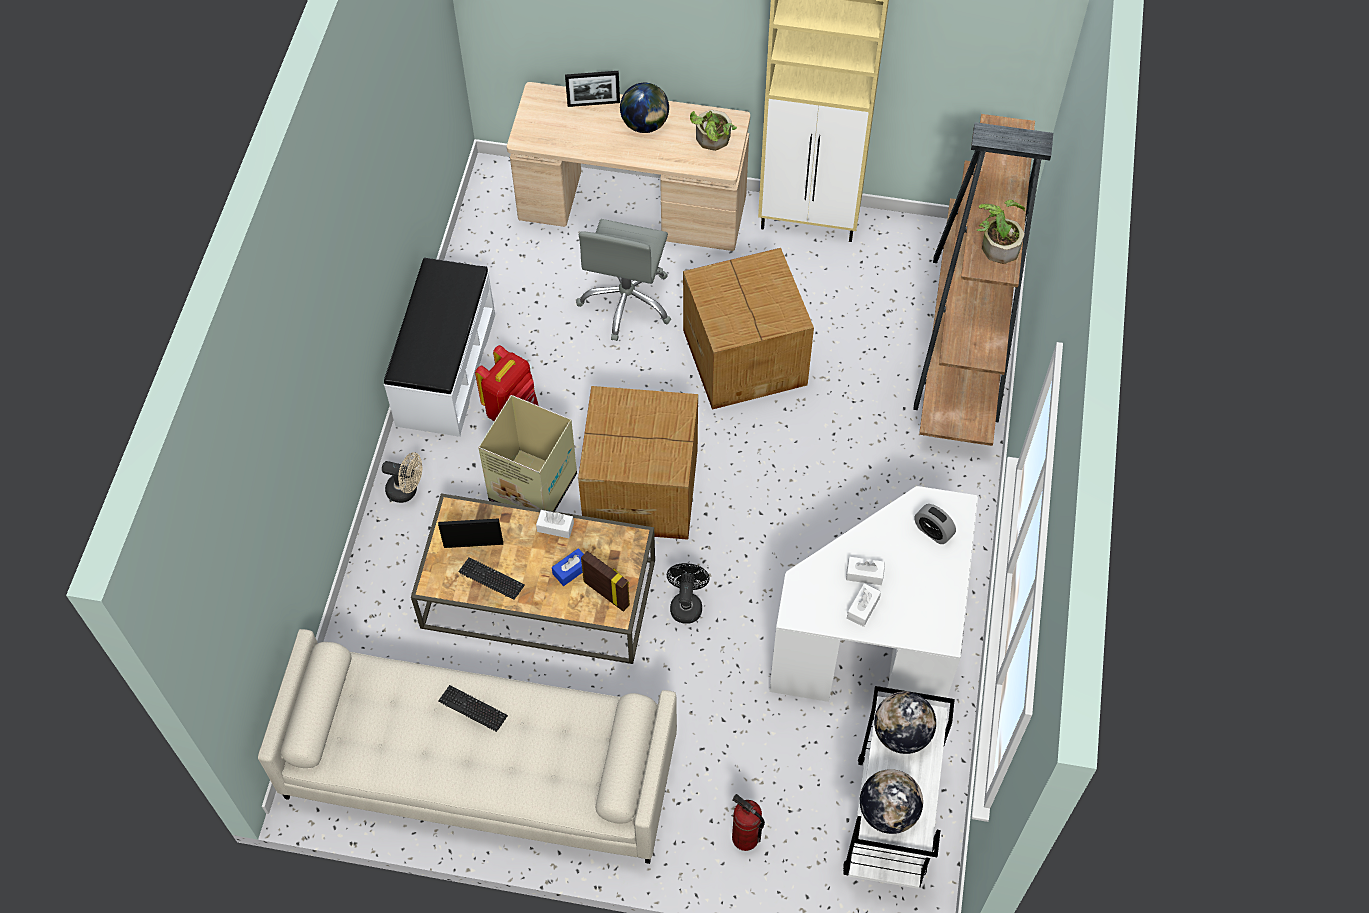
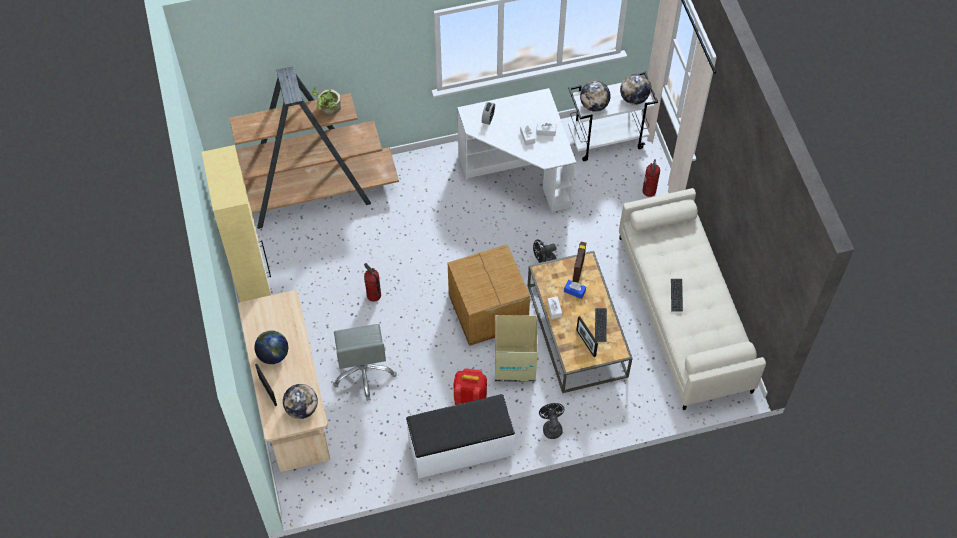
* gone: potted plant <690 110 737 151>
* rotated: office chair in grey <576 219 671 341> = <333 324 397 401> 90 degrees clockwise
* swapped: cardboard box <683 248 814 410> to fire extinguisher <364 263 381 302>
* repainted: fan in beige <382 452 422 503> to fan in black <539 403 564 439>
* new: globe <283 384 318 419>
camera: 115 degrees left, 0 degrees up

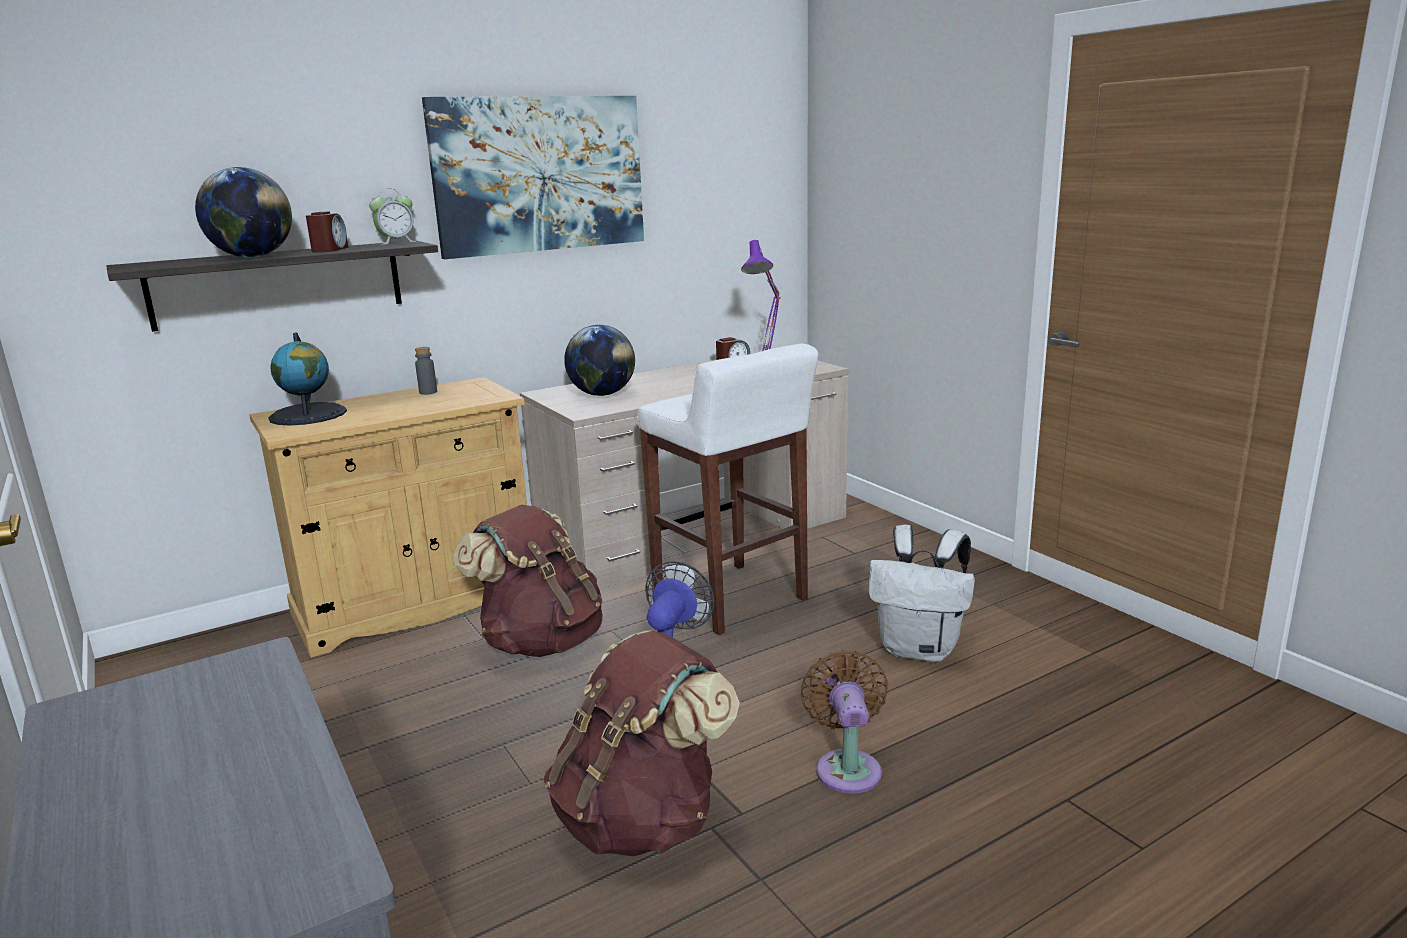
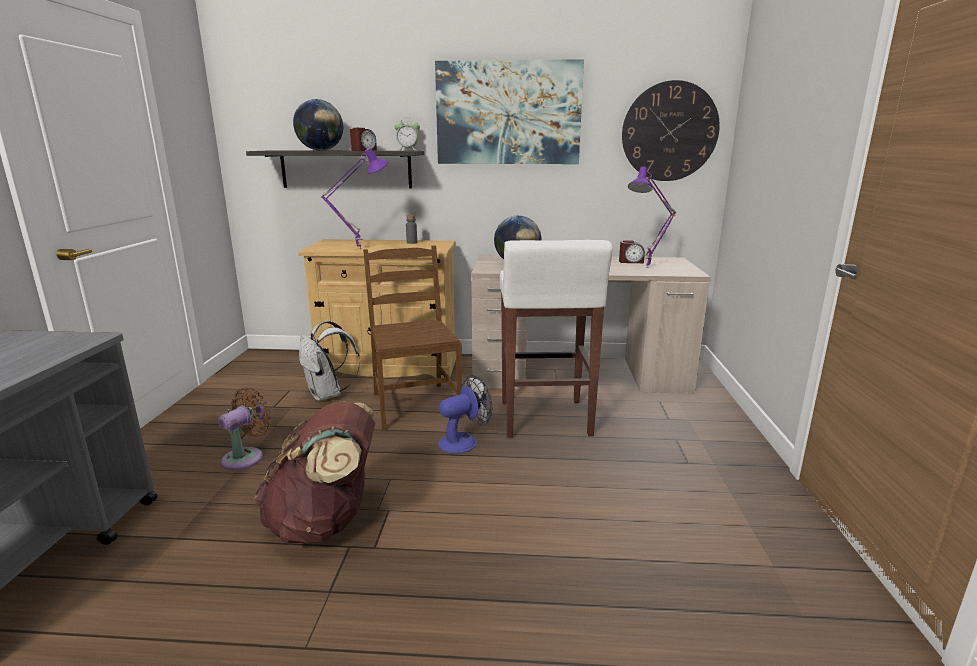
* gone: globe <268 332 347 425>
* swapped: backpack in brown <454 505 603 657> to chair in brown <363 245 462 430>
* shifted: backpack in white <868 525 975 662> to <299 321 360 401>
* shifted: fan in brown <801 650 889 794> to <218 387 271 470>
* new: wall clock <622 80 720 181>
* new: table lamp in purple <321 148 388 249>
camera: 35 degrees right, 0 degrees up

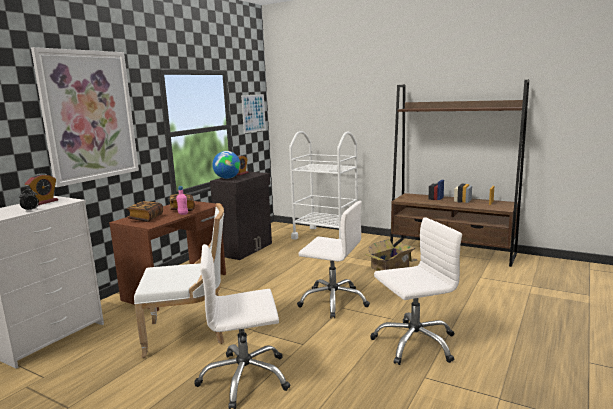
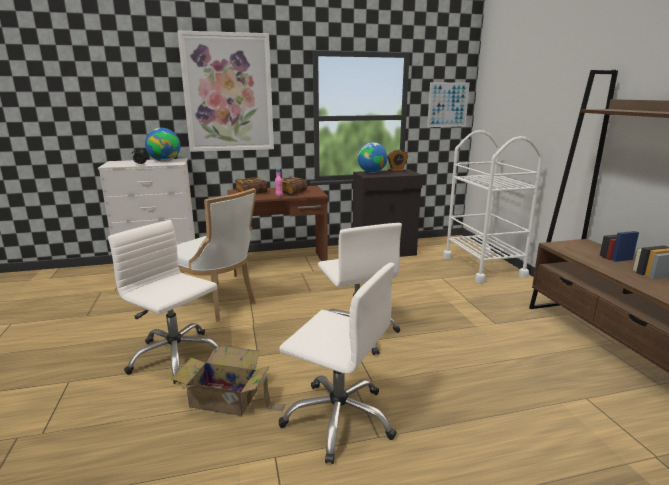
* swapped: alarm clock <25 174 58 205> to globe <145 128 180 162>
* shifted: cardboard box <365 239 417 271> to <171 346 286 416>
camera: 45 degrees right, 5 degrees up

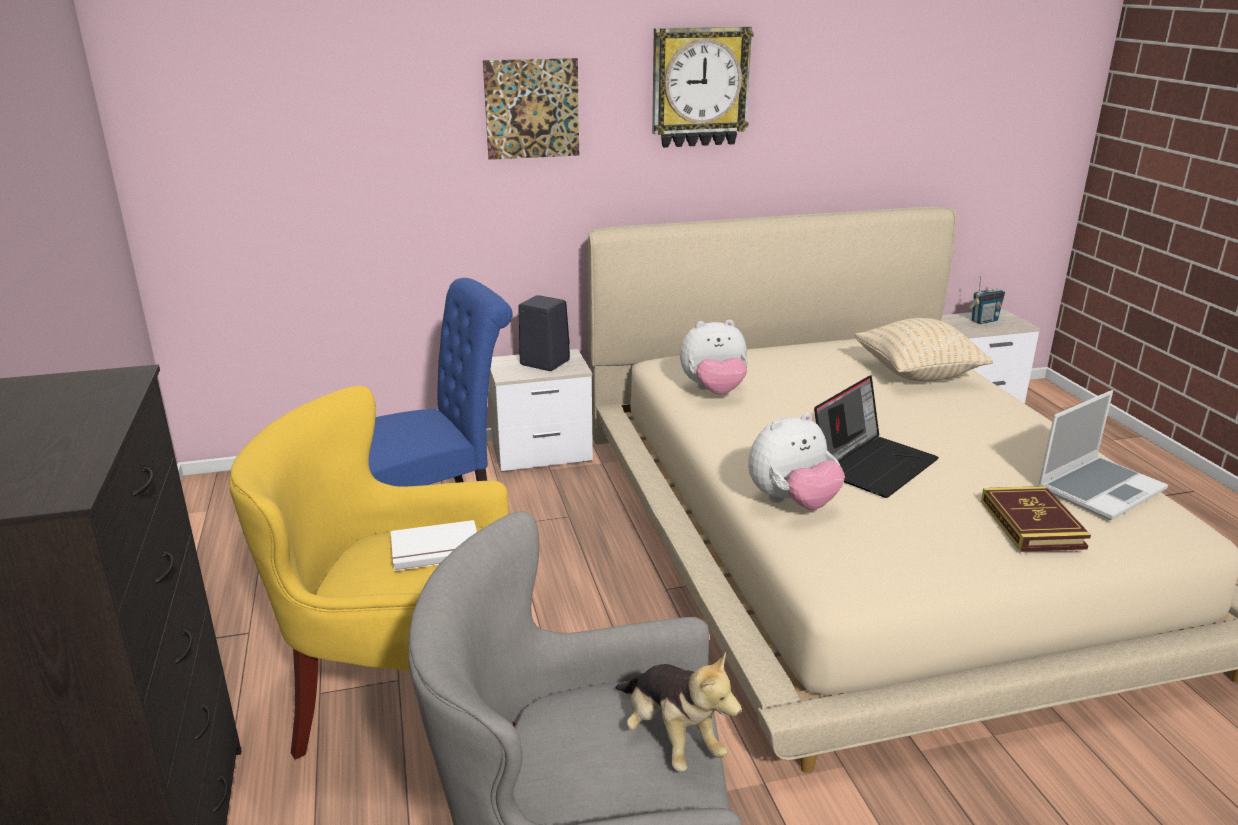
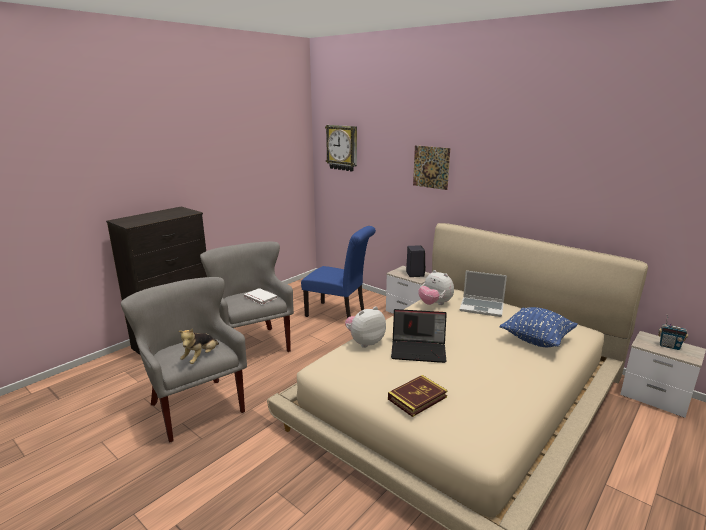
* shifted: wall clock <652 27 754 148> to <325 125 357 171>
* repainted: pillow in beige <854 318 993 381> to pillow in blue <500 307 578 347>
* repainted: armchair in yellow <229 385 509 760> to armchair in grey <200 242 294 352>
* shifted: laptop <1038 390 1168 521> to <460 271 507 317>
* rotated: plush toy <748 413 845 510> = <345 307 386 348> 120 degrees clockwise
camera: 55 degrees right, 5 degrees down

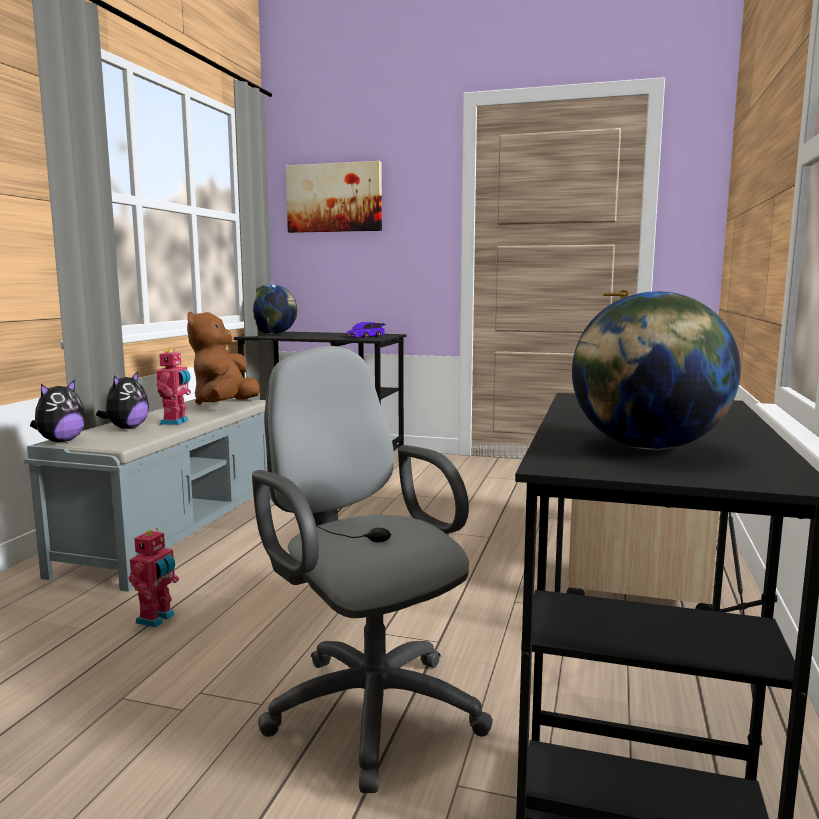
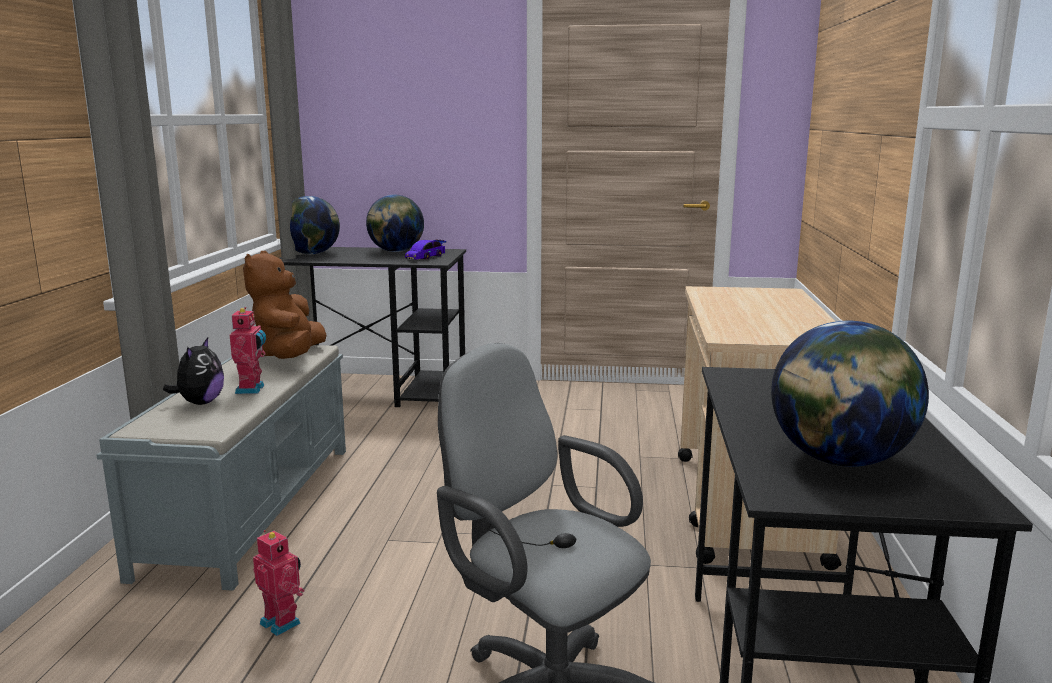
* gone: picture <286 161 382 233>
* gone: plush toy <30 379 86 442>
* rotated: toy robot <129 528 179 627> = <253 530 305 636> 60 degrees counterclockwise
* new: globe <366 195 424 252>
camera: 10 degrees left, 5 degrees up

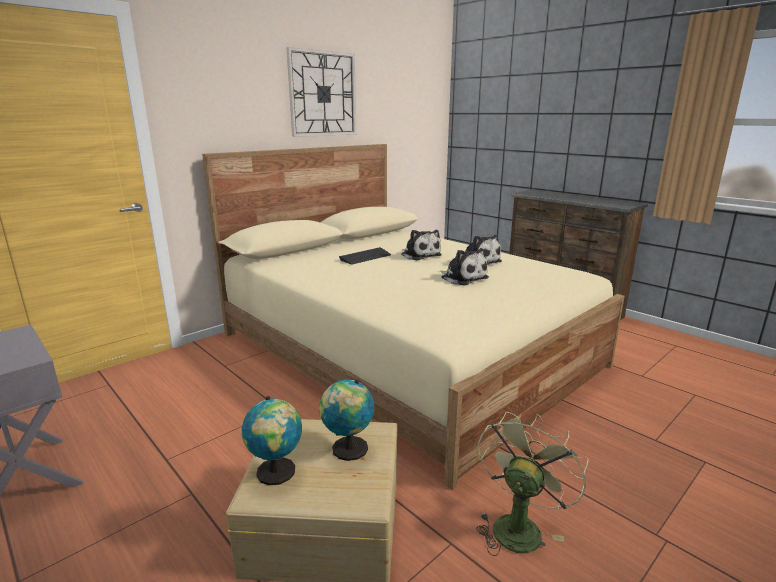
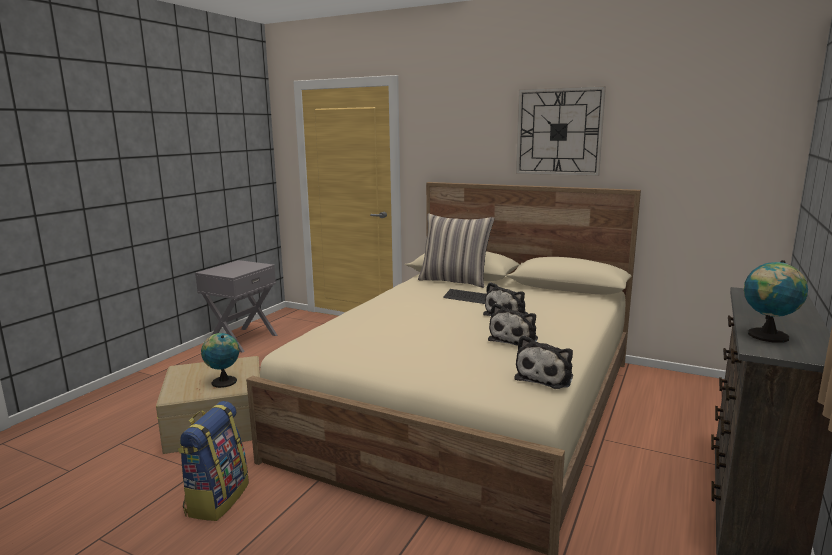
* shifted: plush toy <438 248 489 286> to <514 335 573 389>
* shifted: globe <242 396 302 485> to <744 260 808 343>
* swapped: fan in green <476 412 588 556> to backpack <178 401 249 521>
* new: pillow <418 213 494 288>
camera: 70 degrees right, 5 degrees down

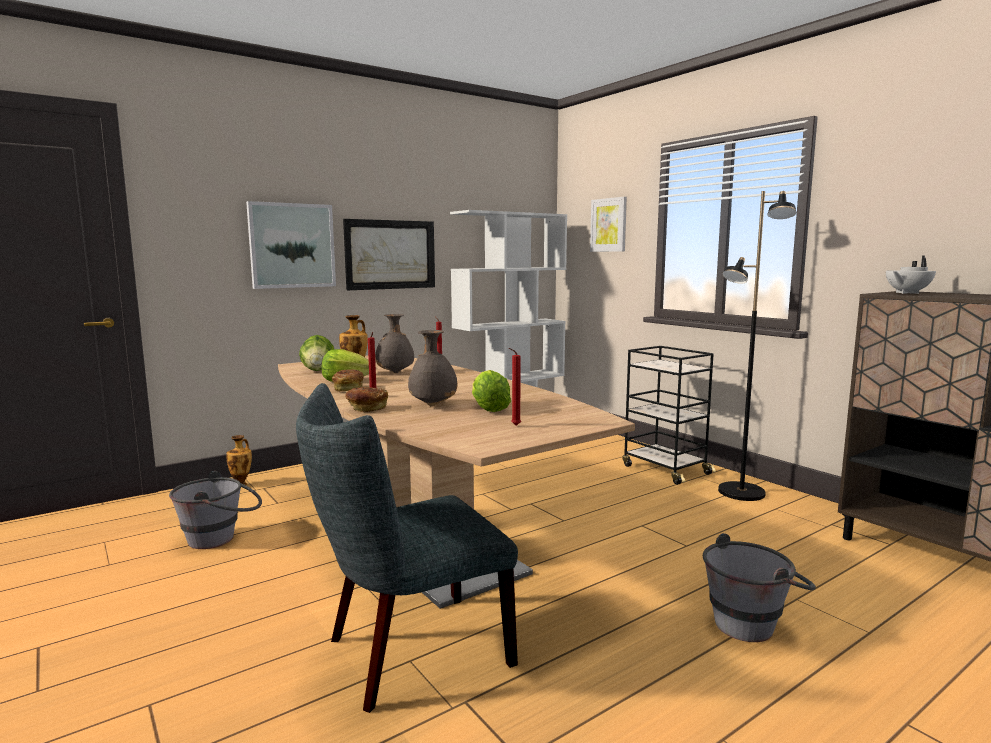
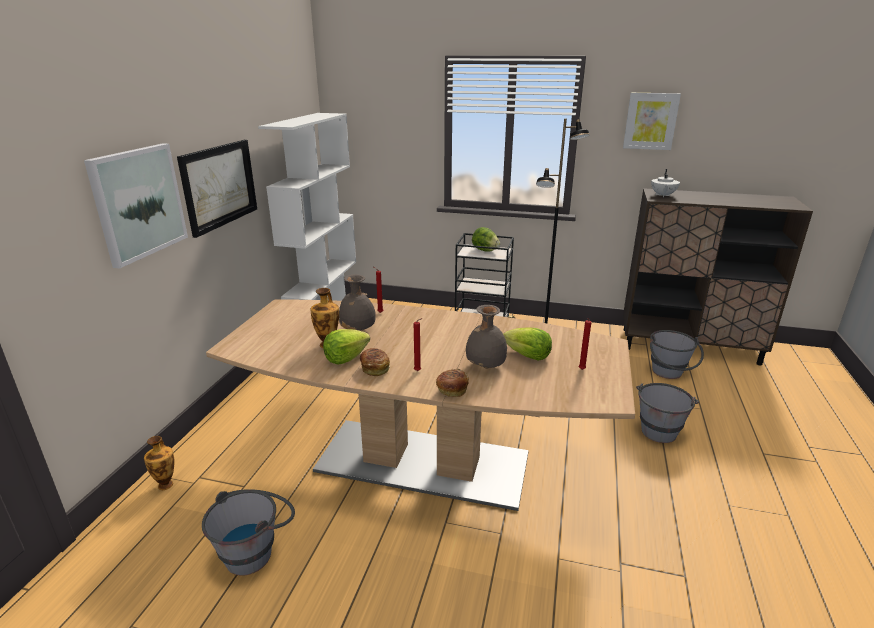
* shifted: picture <590 197 627 252> to <623 93 681 150>
* shifted: lettuce <299 335 334 371> to <472 227 500 252>
* gone: chair in grey <296 383 518 713>
* new: bucket in grey <650 330 704 379>
camera: 40 degrees left, 15 degrees up

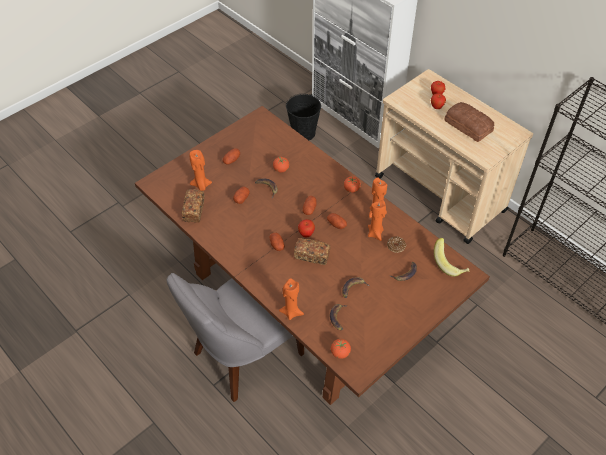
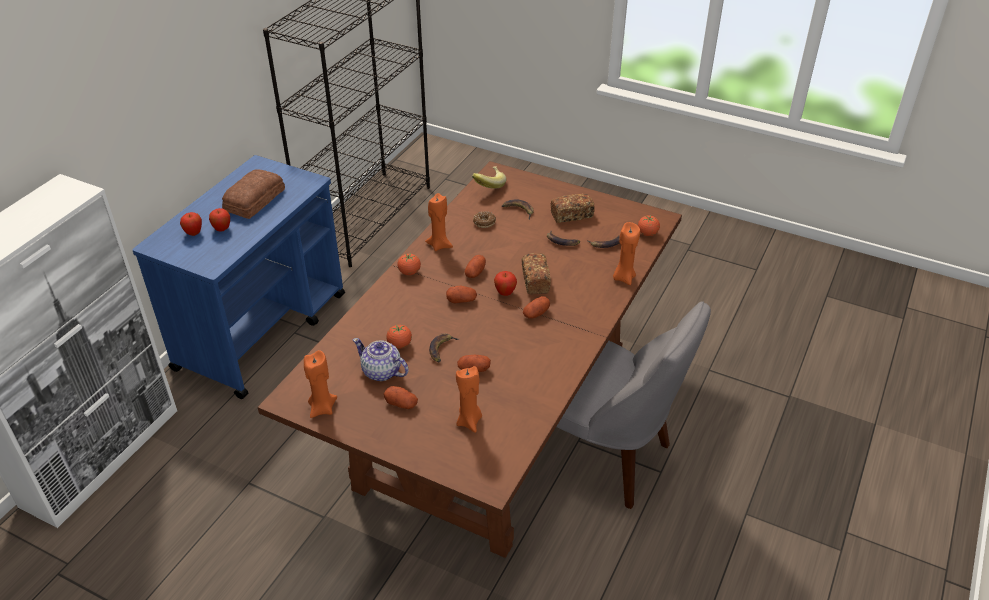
* repainted: cart in beige <375 69 533 244> to cart in blue <132 155 345 399>
* gone: bucket in black <286 94 321 140>
* shifted: bread <182 189 204 223> to <551 194 595 223>
* shifted: candle in orange <368 200 386 241> to <304 350 337 418>
* new: teapot <353 338 409 381>
camera: 110 degrees left, 10 degrees down

